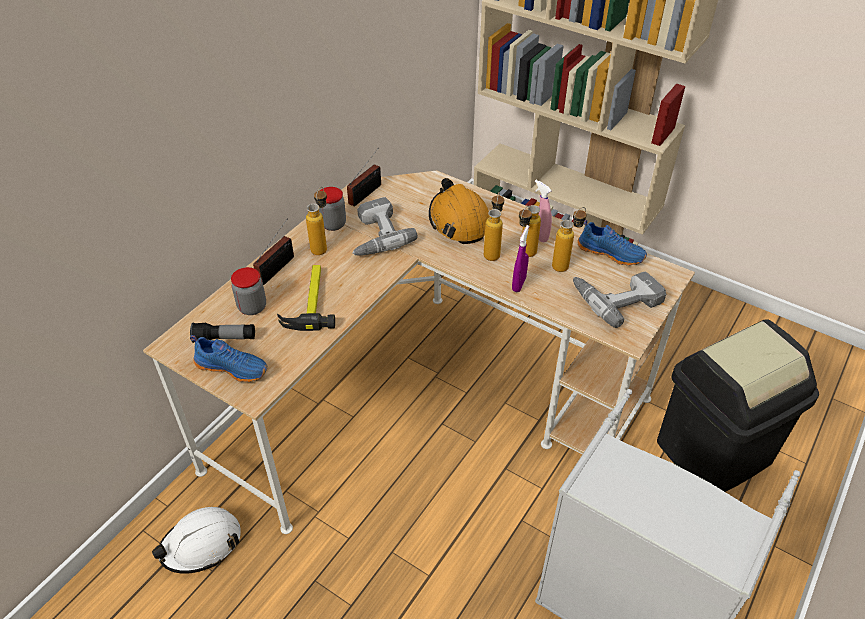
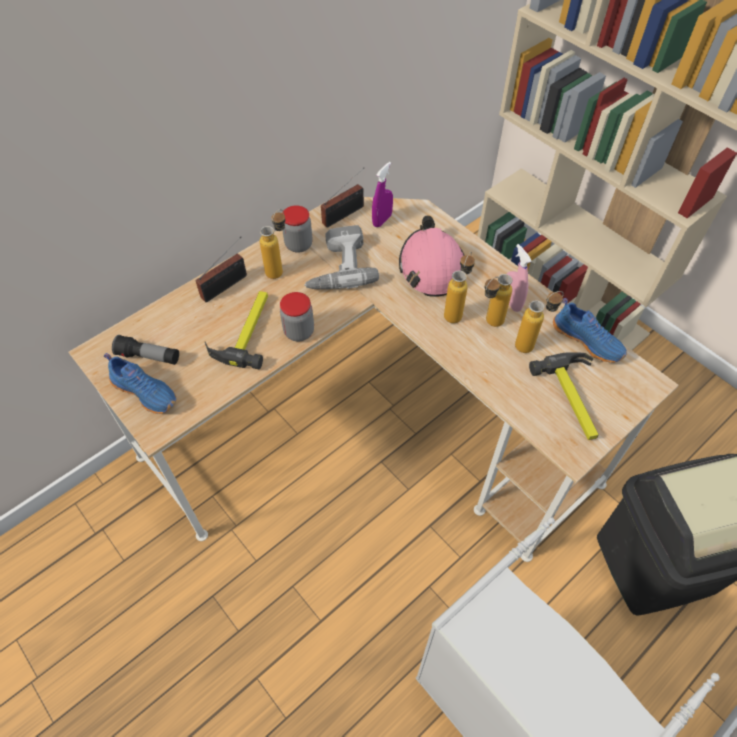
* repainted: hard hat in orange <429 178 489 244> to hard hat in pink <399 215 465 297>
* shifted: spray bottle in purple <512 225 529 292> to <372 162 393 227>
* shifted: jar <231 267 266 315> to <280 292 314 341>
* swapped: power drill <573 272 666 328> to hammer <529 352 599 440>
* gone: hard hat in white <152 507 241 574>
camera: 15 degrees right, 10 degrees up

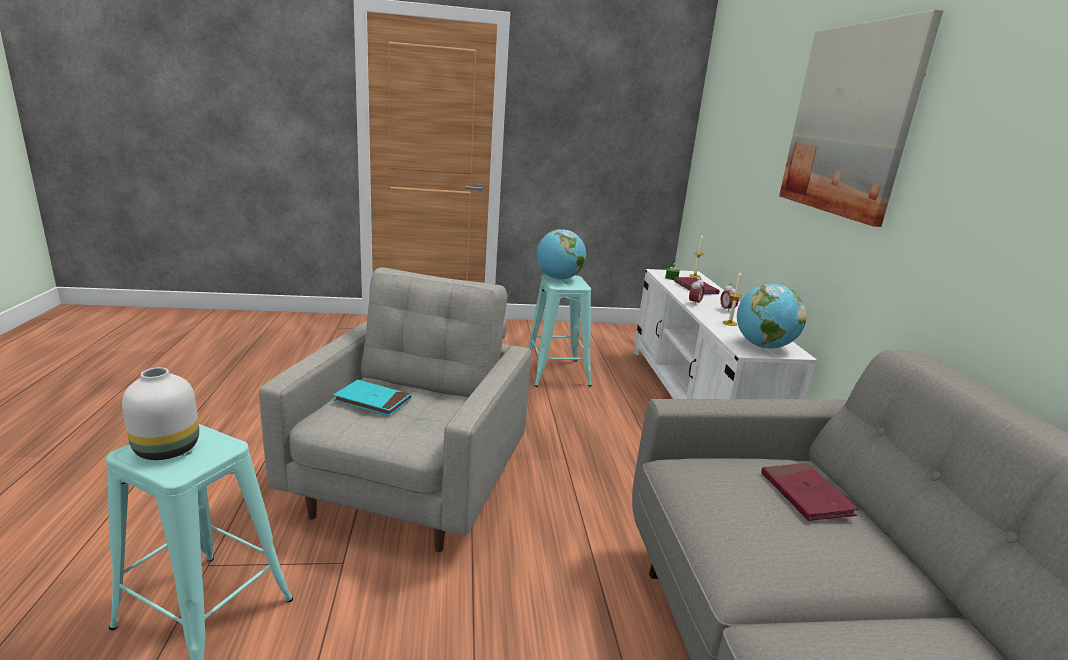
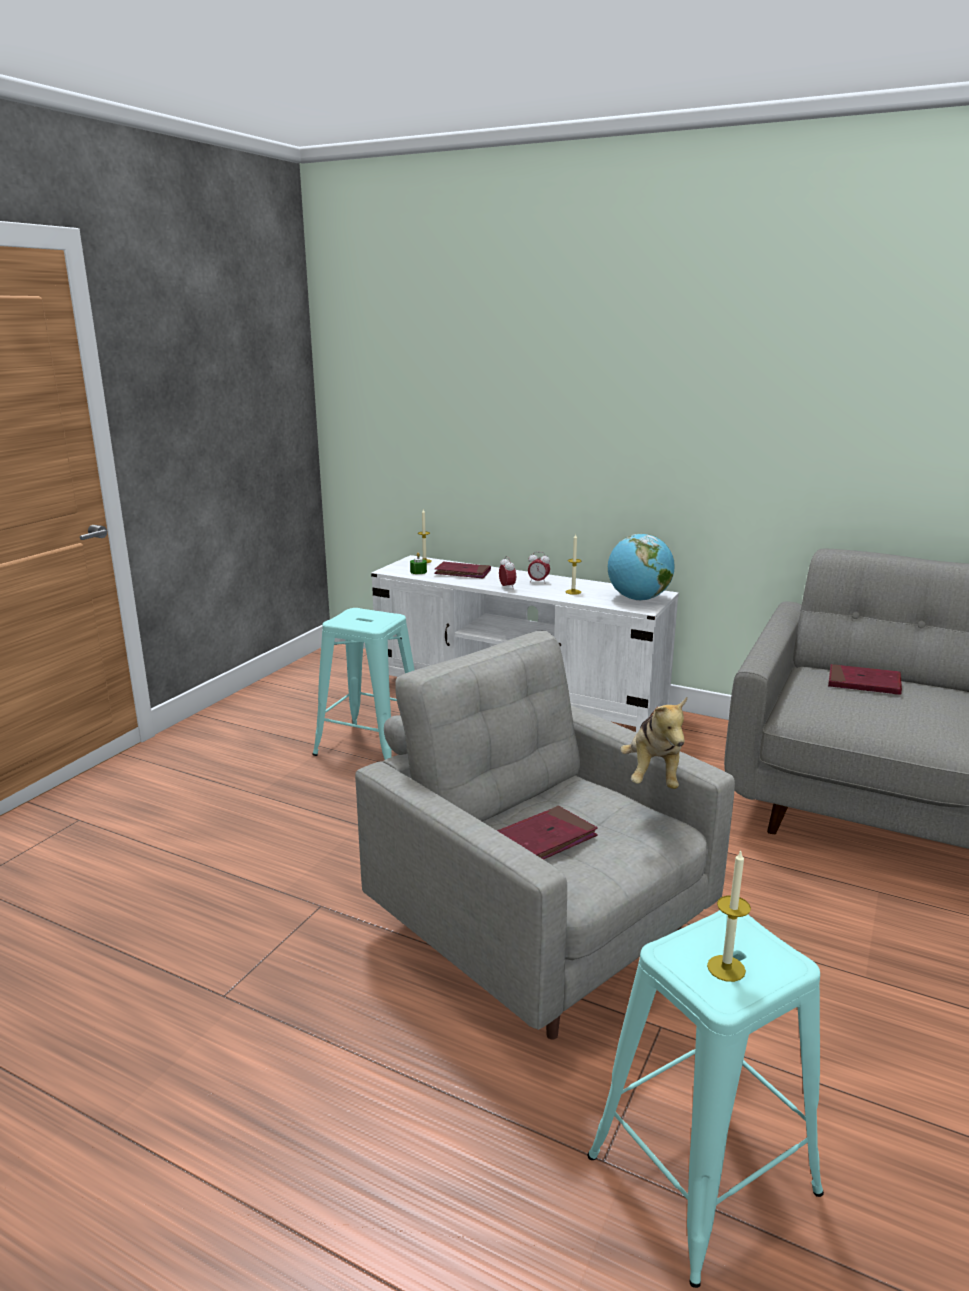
* gone: picture <779 10 943 227>
* gone: globe <537 229 586 280>
* swapped: vase in white <122 367 199 460> to candle <707 851 751 982>
* repainted: book in turquoise <333 380 411 416> to book in red <497 806 598 860>
* new: plush toy <620 697 687 789>
camera: 55 degrees left, 0 degrees up

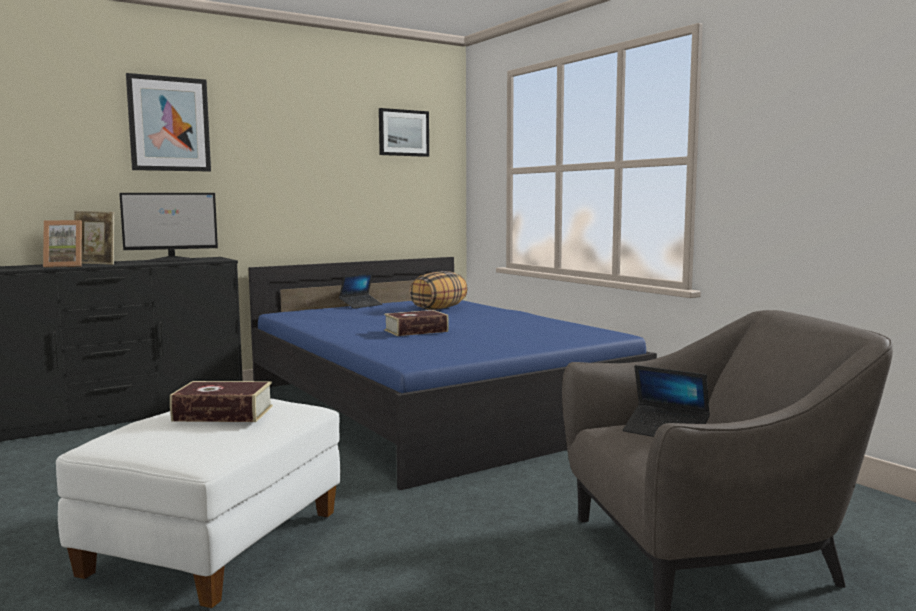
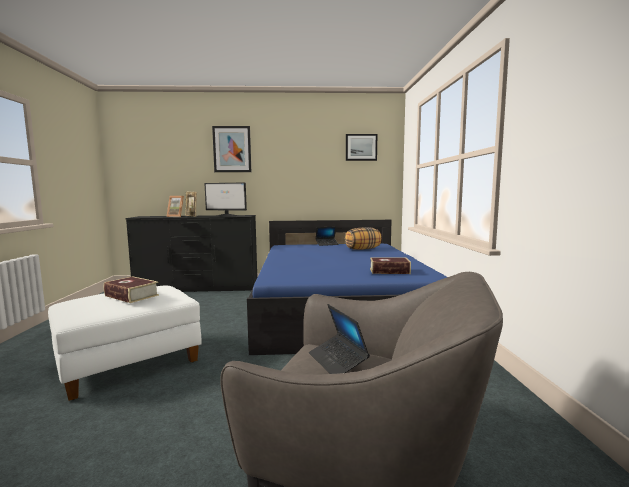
* shifted: book <384 310 449 336> to <370 257 411 274>
camera: 30 degrees right, 0 degrees up

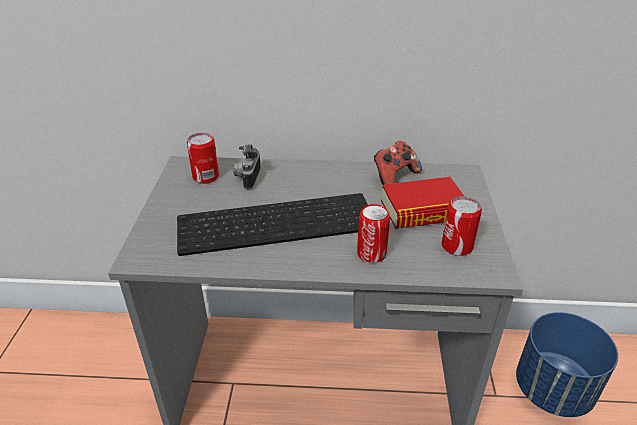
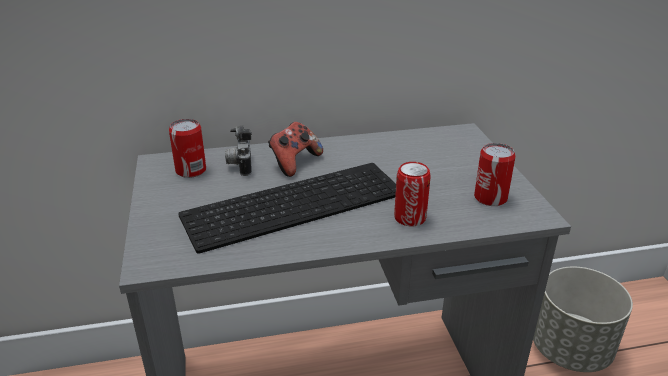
* shifted: game controller <374 141 422 185> to <268 122 323 177>
* gone: book <381 177 464 229>
* repainted: planter in blue <516 312 618 417> to planter in grey <533 267 633 372>
camera: 15 degrees left, 5 degrees down

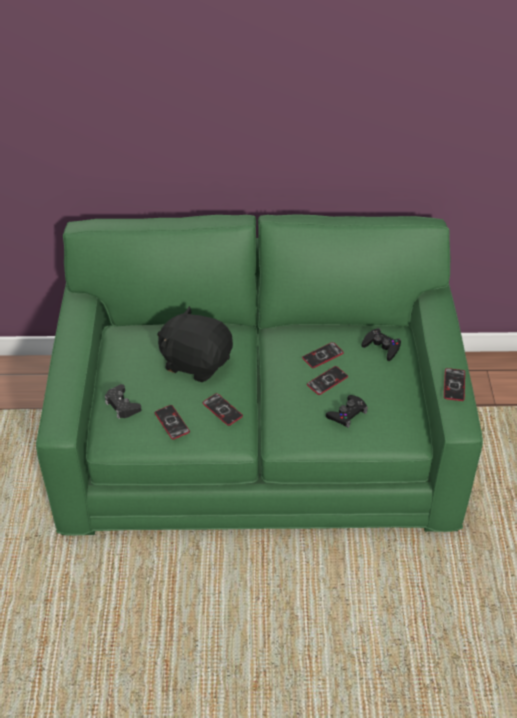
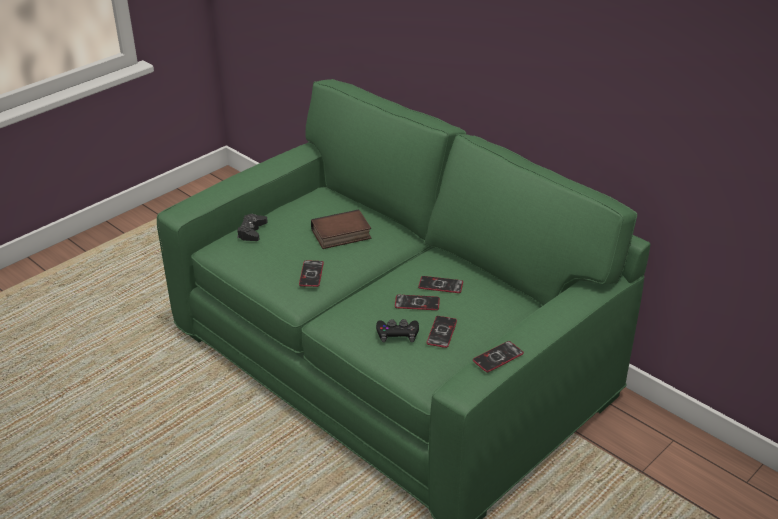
* swapped: plush toy in black <157 306 233 382> to book <311 209 371 249>
* gone: game controller in black <362 328 401 361>
* shifted: phone <155 405 190 440> to <427 316 457 348>
camera: 45 degrees right, 10 degrees down

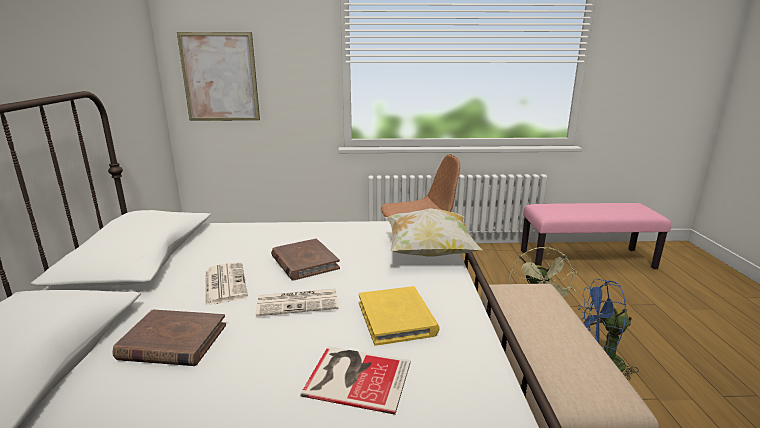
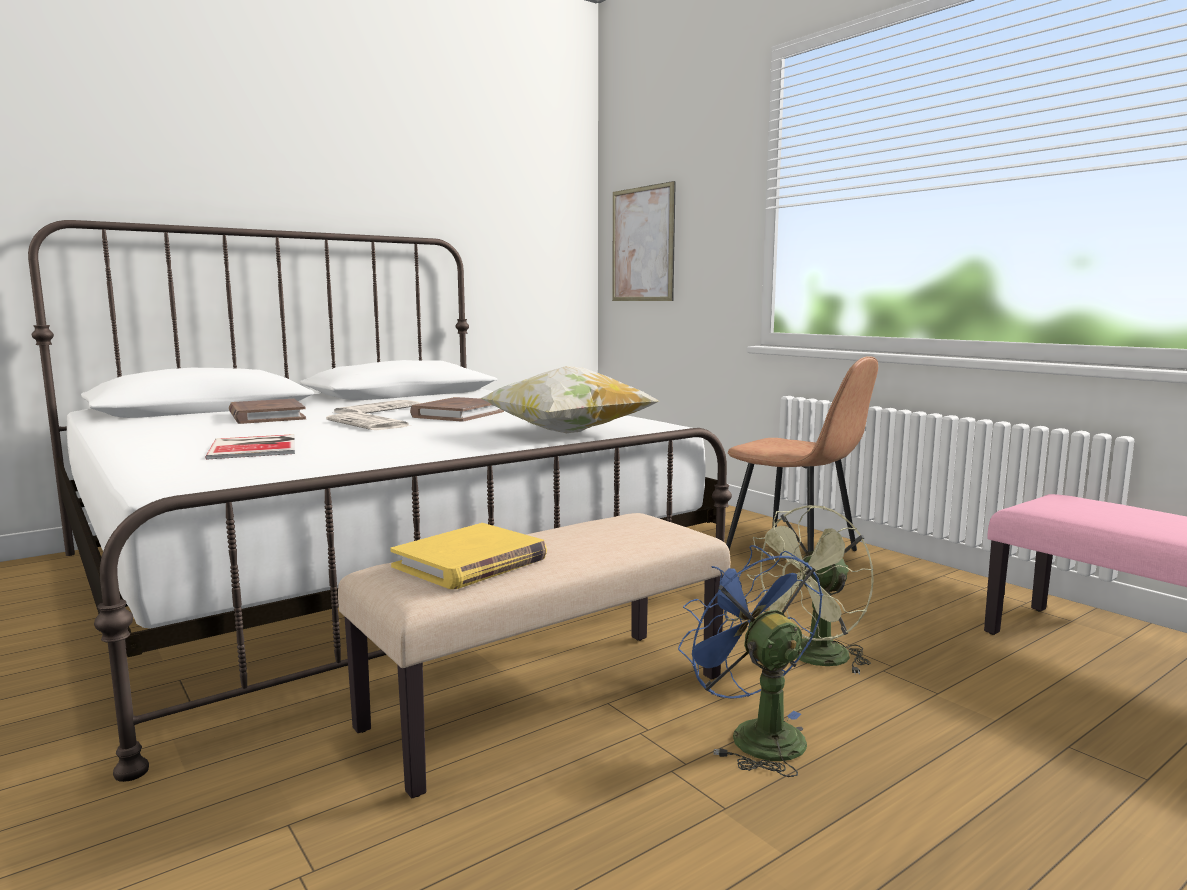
* shifted: book in yellow <359 286 440 346> to <390 523 547 589>
camera: 55 degrees right, 10 degrees down

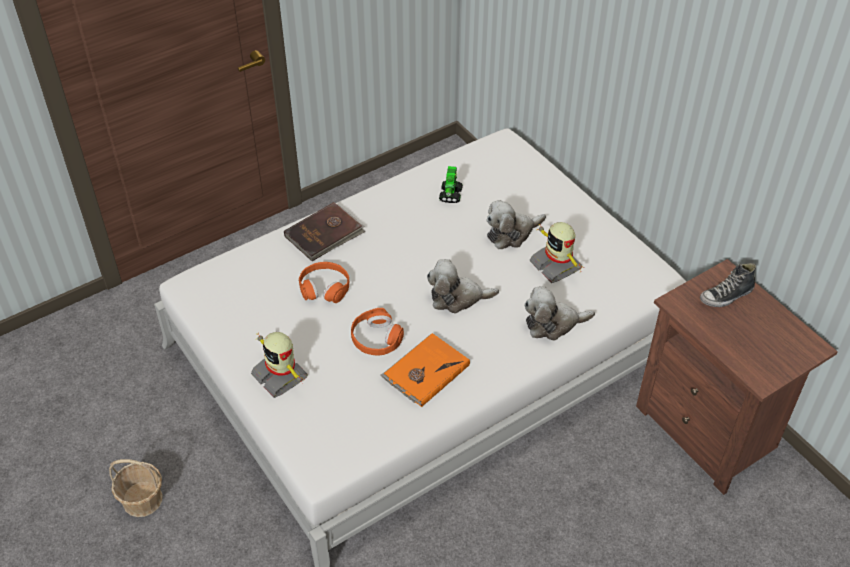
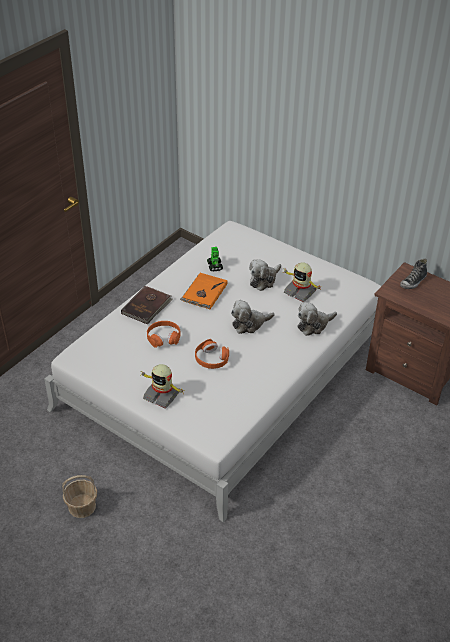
* shifted: book in orange <381 333 470 407> to <180 273 228 309>
camera: 20 degrees left, 5 degrees down

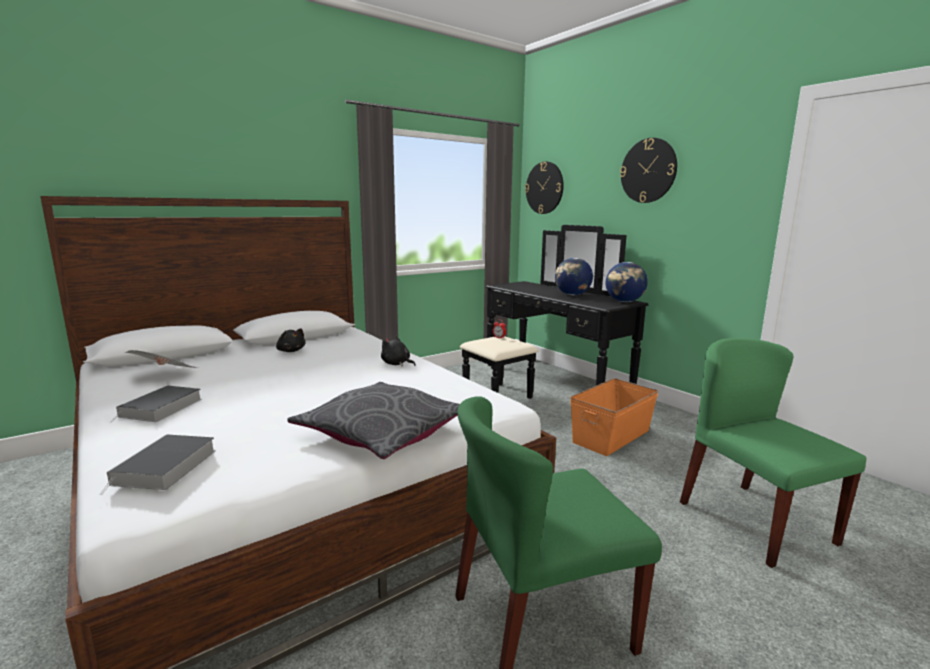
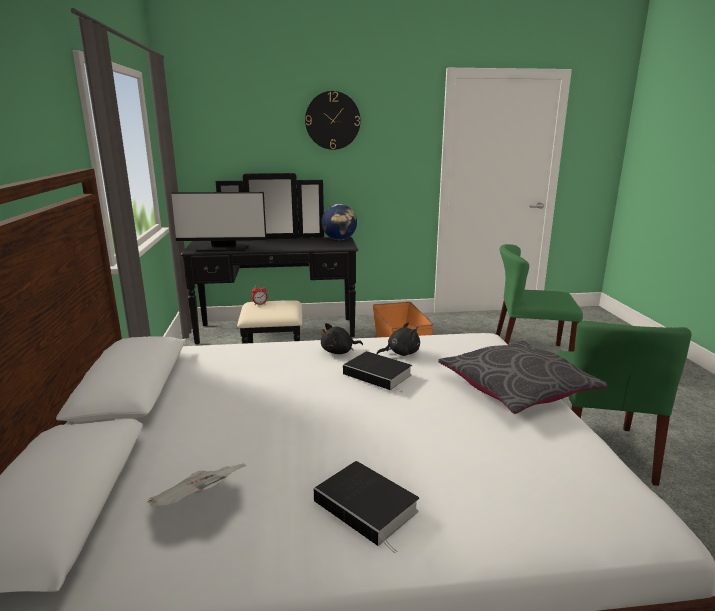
* gone: wall clock <525 161 564 214>
* gone: globe <555 258 593 295>
* shifted: plush toy in black <276 328 305 352> to <376 322 420 356>
* shifted: book <100 434 216 495> to <343 351 412 392>
* new: monitor <171 192 267 252>
camera: 60 degrees left, 5 degrees up

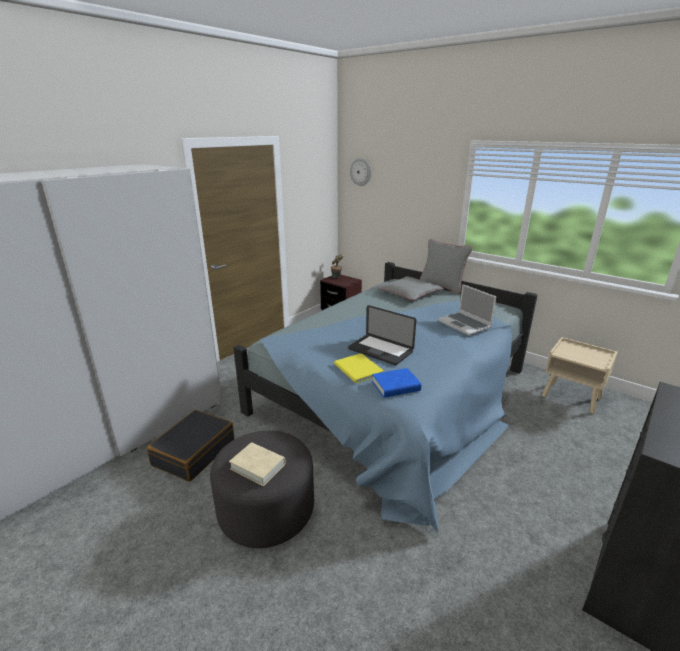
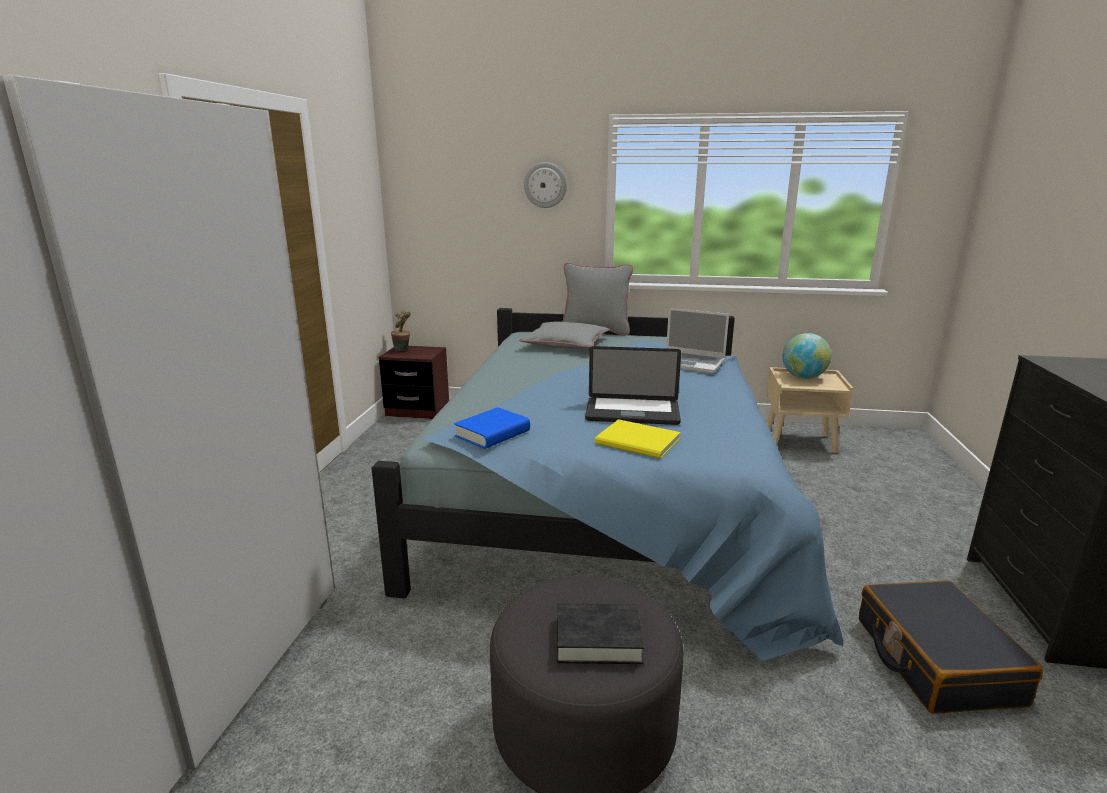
* shifted: wall clock <350 158 371 186> to <524 162 567 208>
* shifted: book in blue <372 368 421 398> to <454 407 530 449>
* shifted: suitcase in black <147 410 234 482> to <859 580 1043 714>
* repainted: book in beige <229 442 286 486> to book in black <557 603 645 664>
* new: globe <783 333 831 379>
camera: 30 degrees left, 5 degrees down

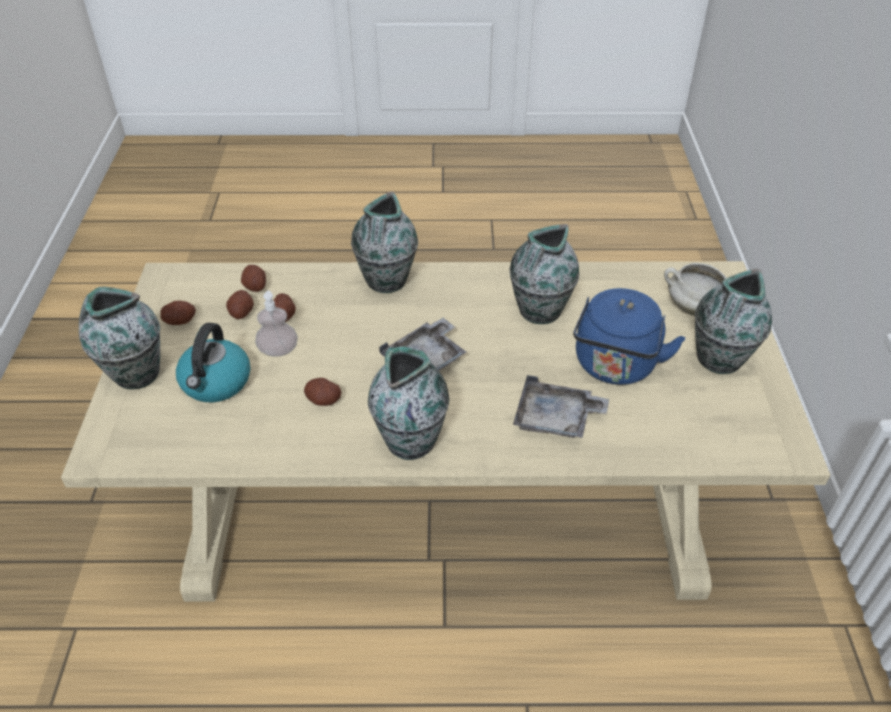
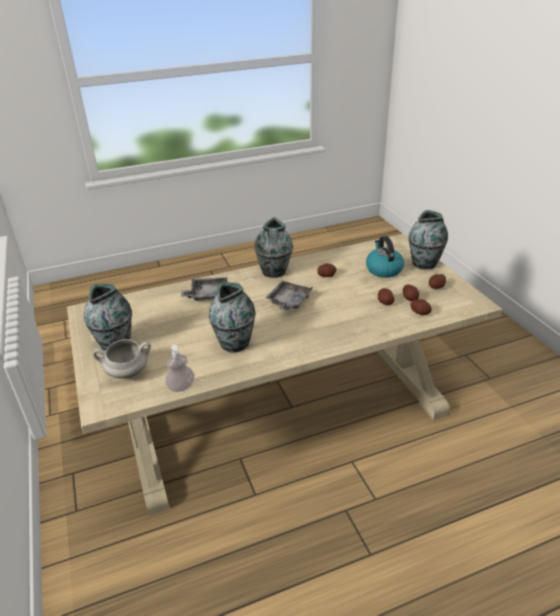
* gone: vase <351 191 418 293>
* gone: kettle in blue <573 288 685 385>
* shifted: soap dispenser <255 291 298 357> to <165 345 195 392>
camera: 160 degrees right, 10 degrees down

